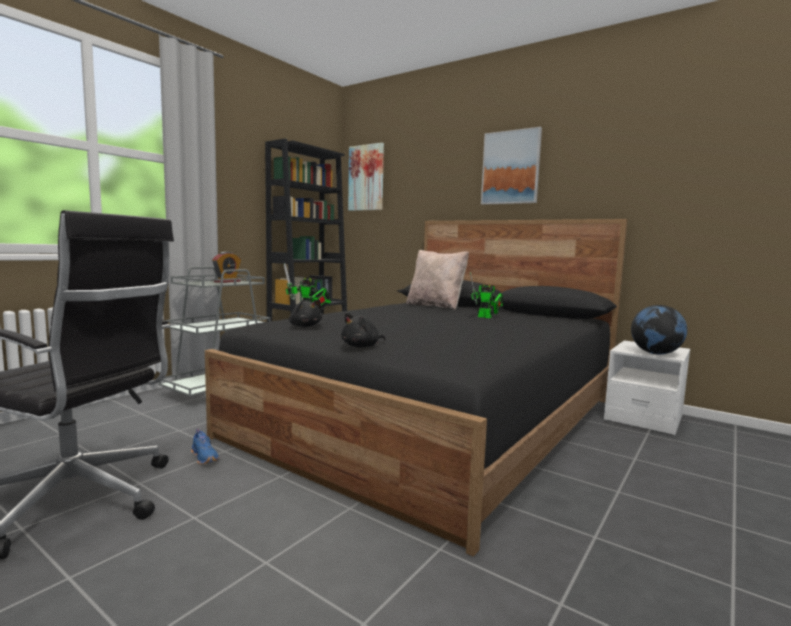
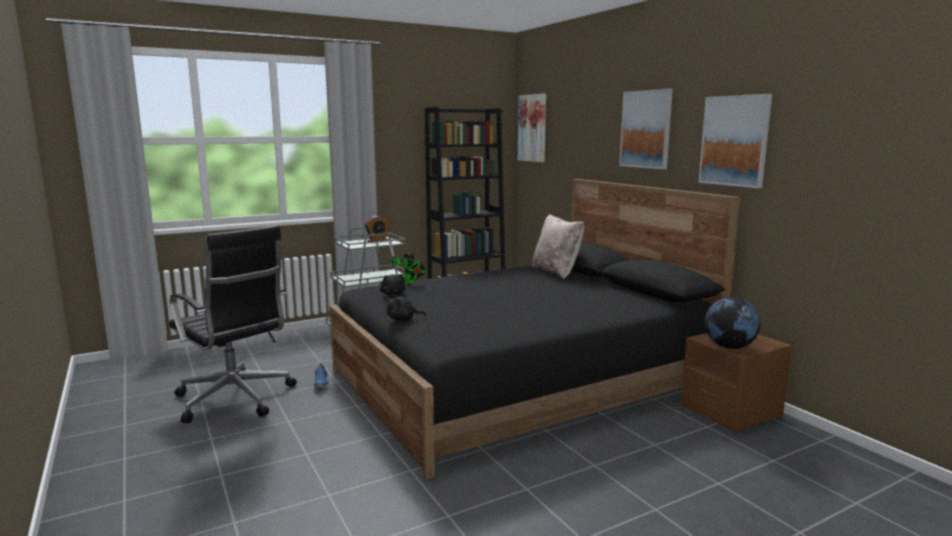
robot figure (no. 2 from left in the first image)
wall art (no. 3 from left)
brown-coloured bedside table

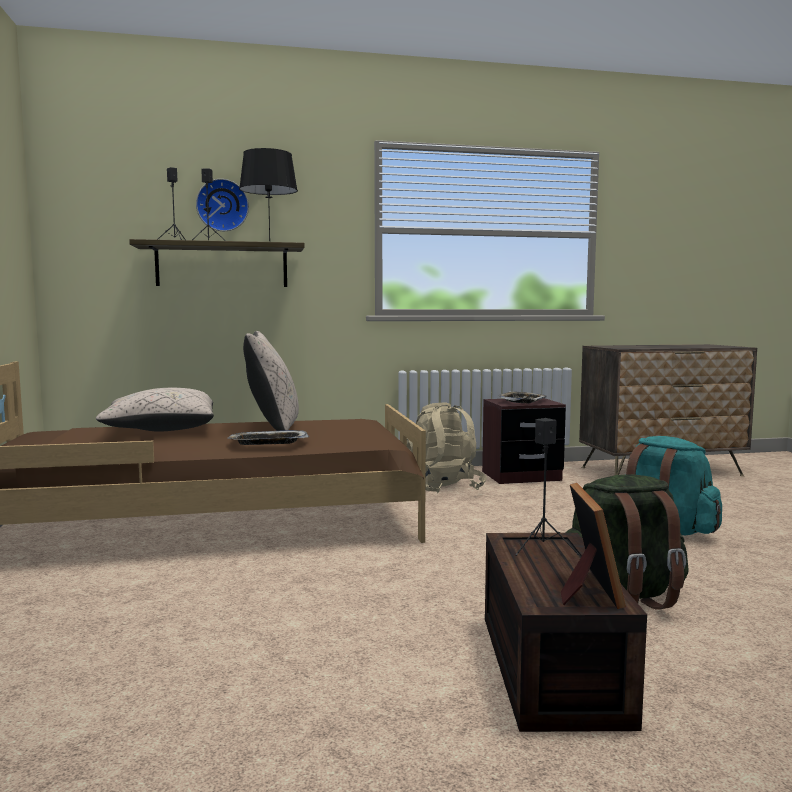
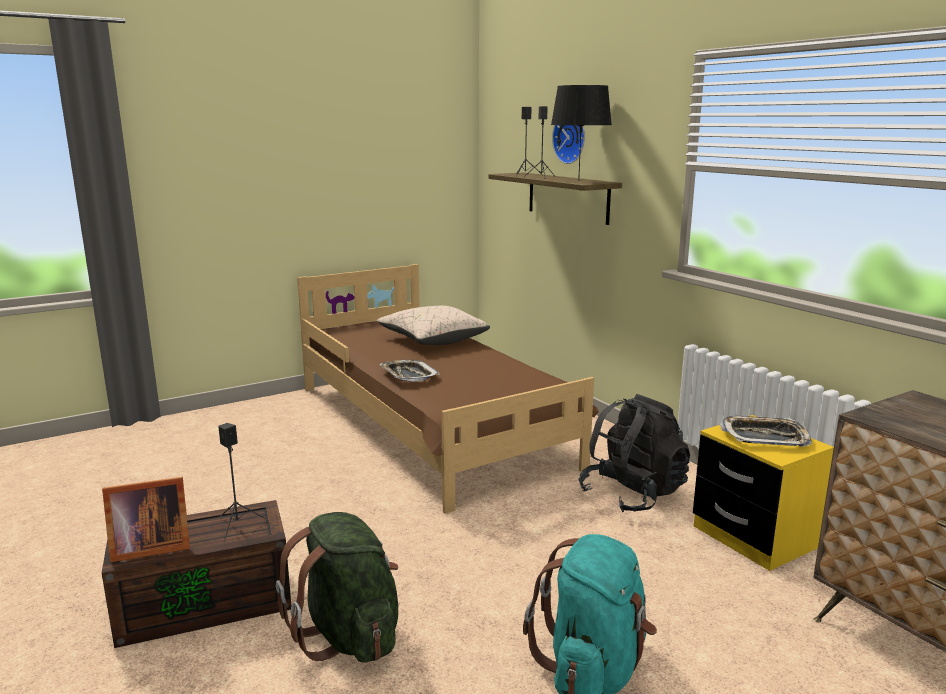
beige-coloured pillow (no. 2 from left in the first image)
black knapsack
yellow bedside table

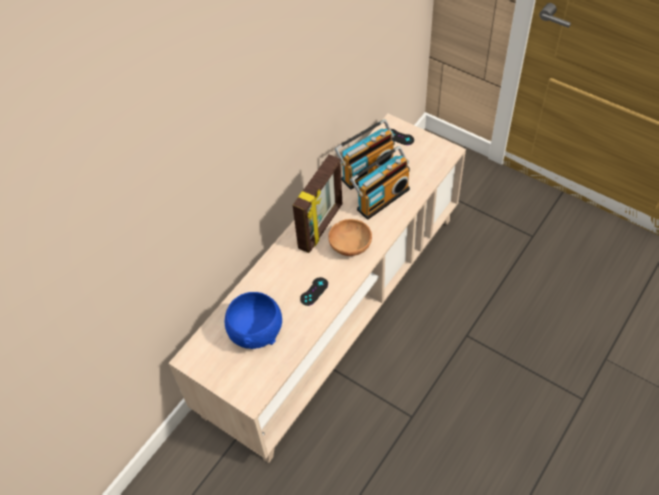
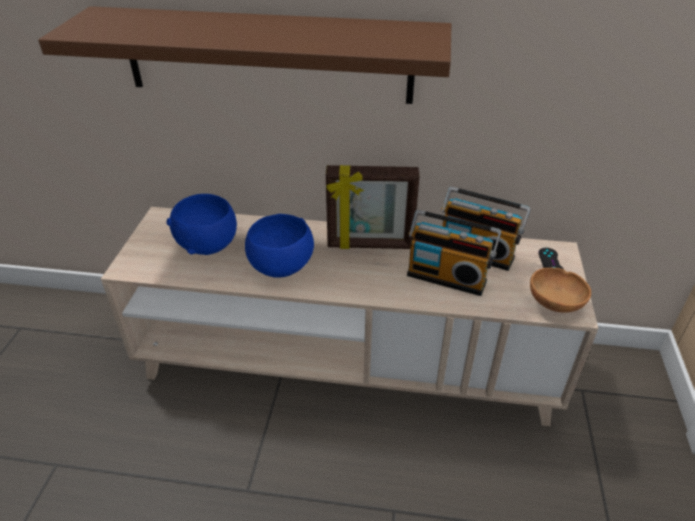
brown-coloured shelf
brown-coloured bowl
bluish bowl (no. 2 from left)

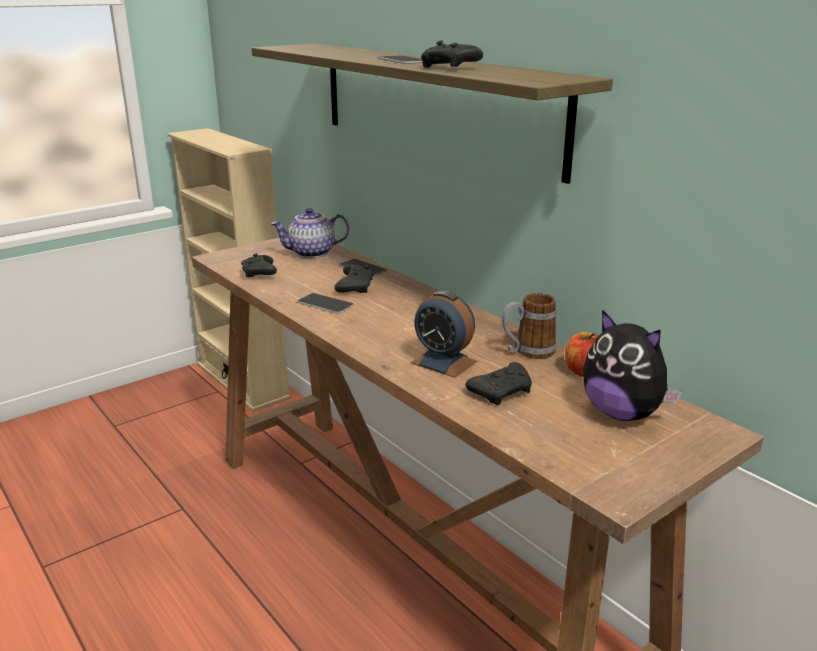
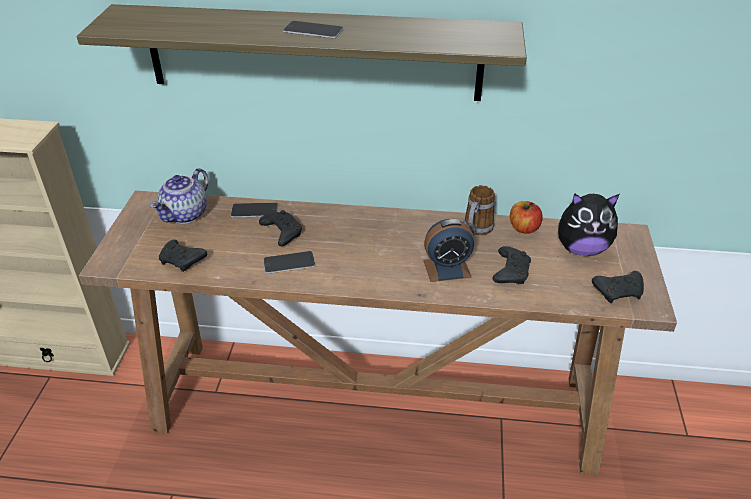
black gamepad (no. 4 from left)

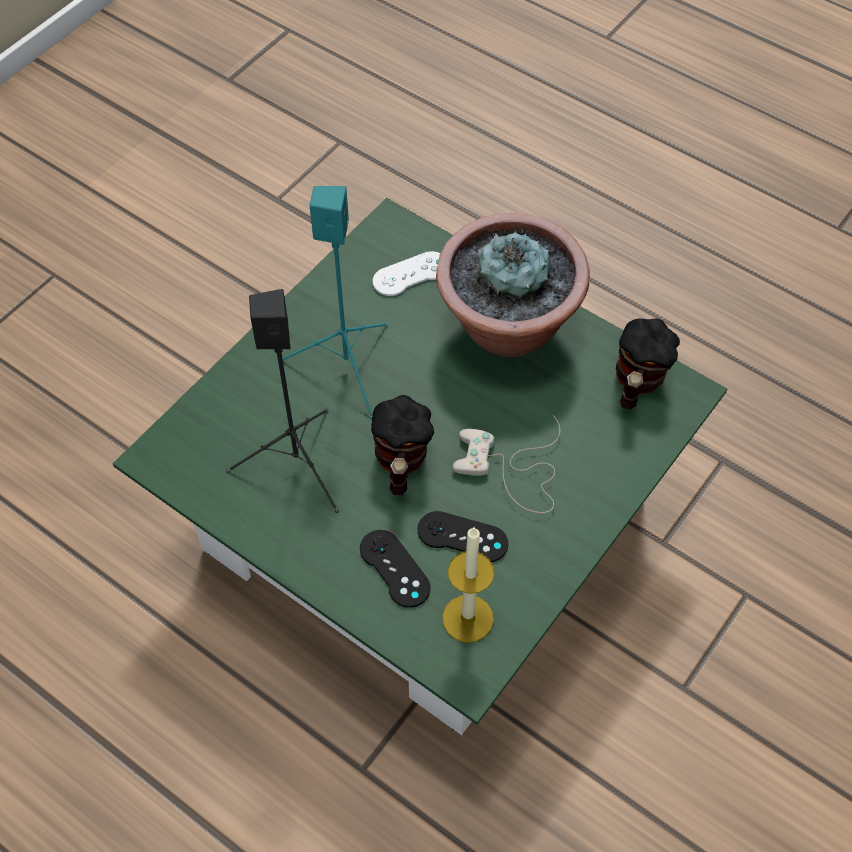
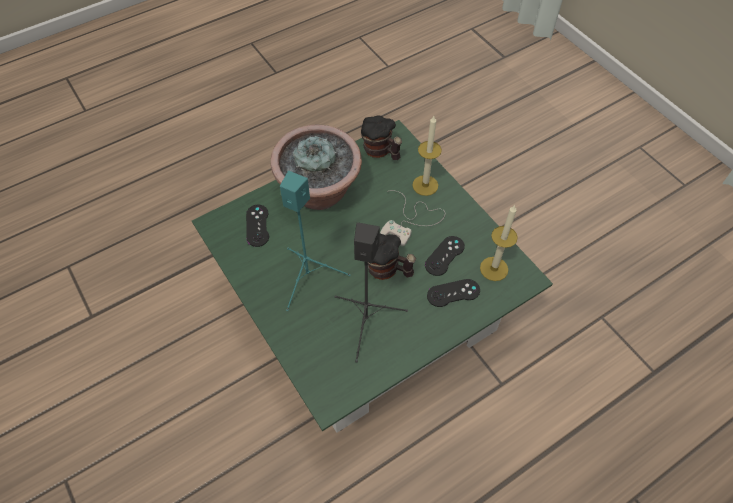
wax candle (no. 1 from left)
black gamepad (no. 1 from left)

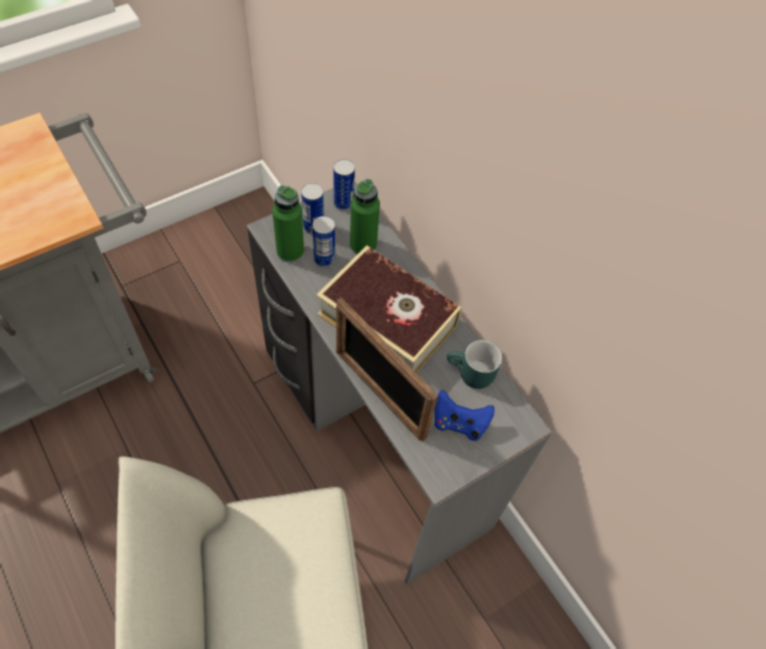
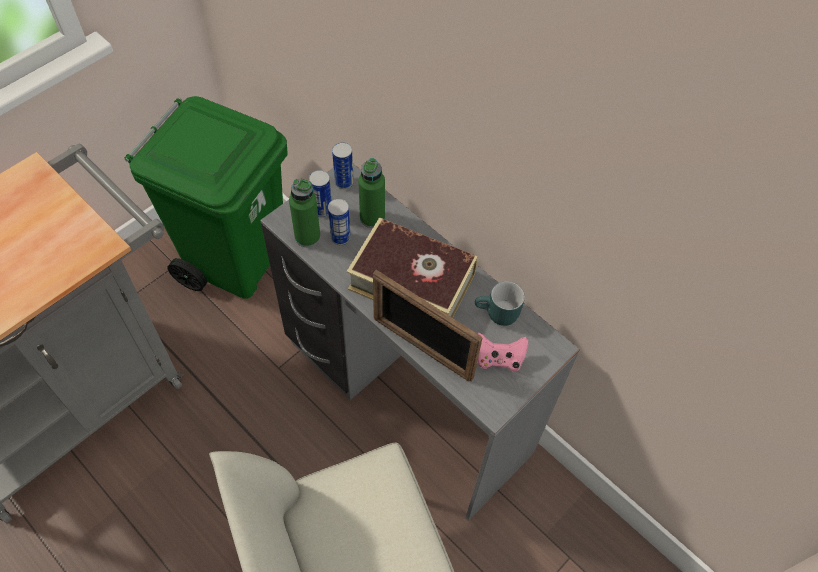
greenish trash can
pinkish gamepad

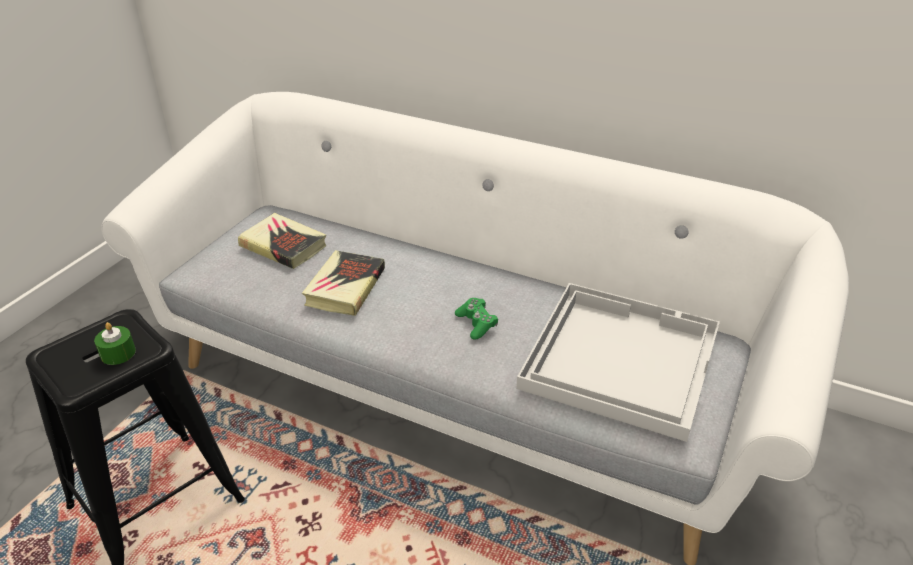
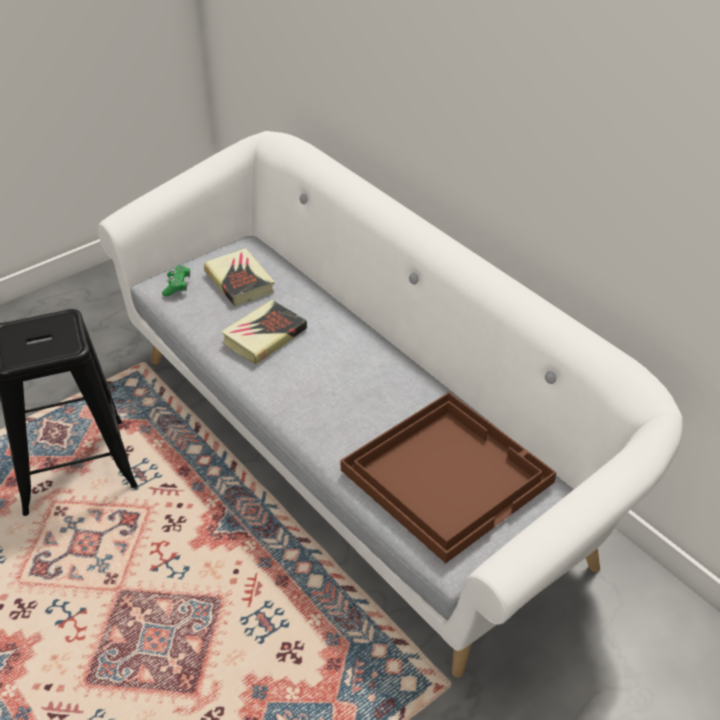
greenish wax candle
greenish gamepad
brown-coloured carrying tray

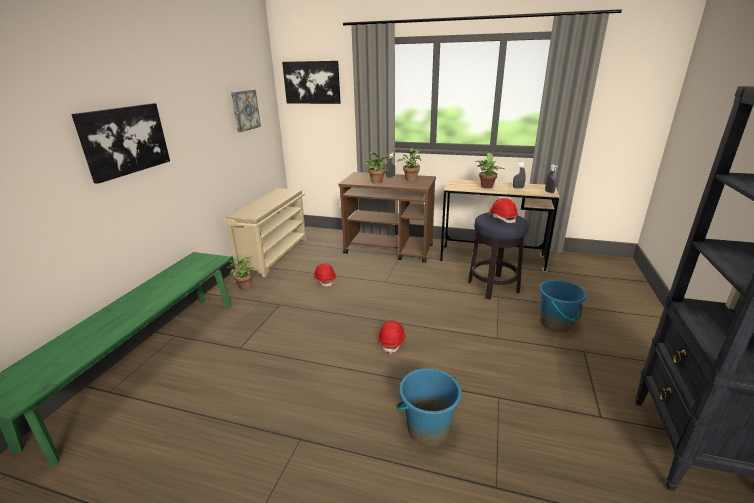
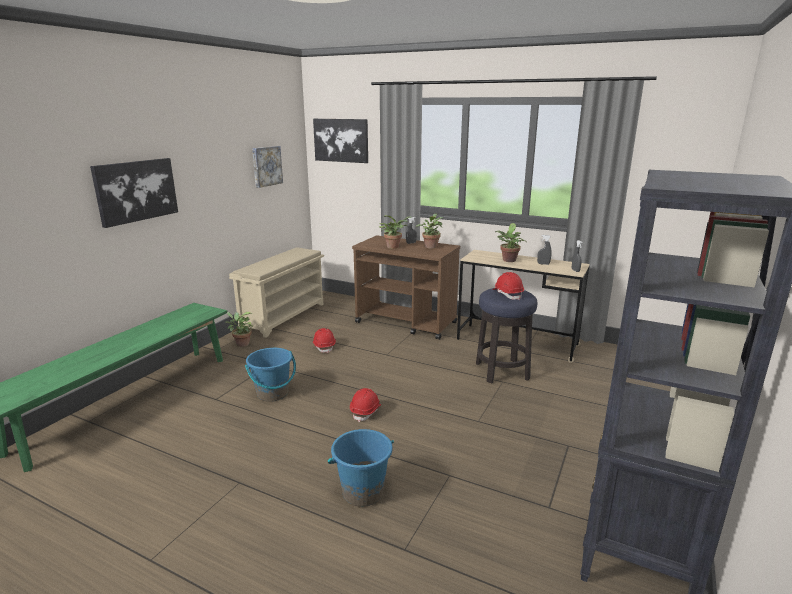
bluish bucket (no. 1 from left)

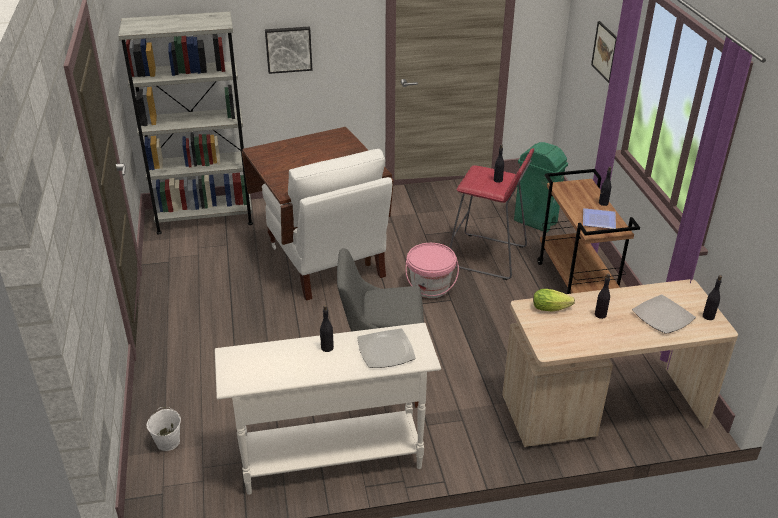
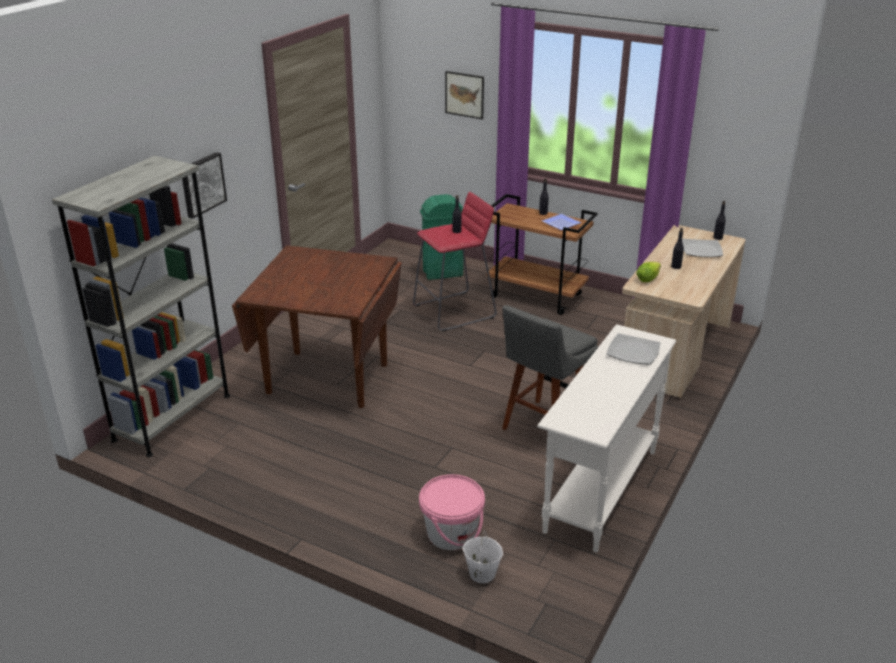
white-coloured plain chair
black bottle (no. 1 from left in the first image)
pinkish bucket

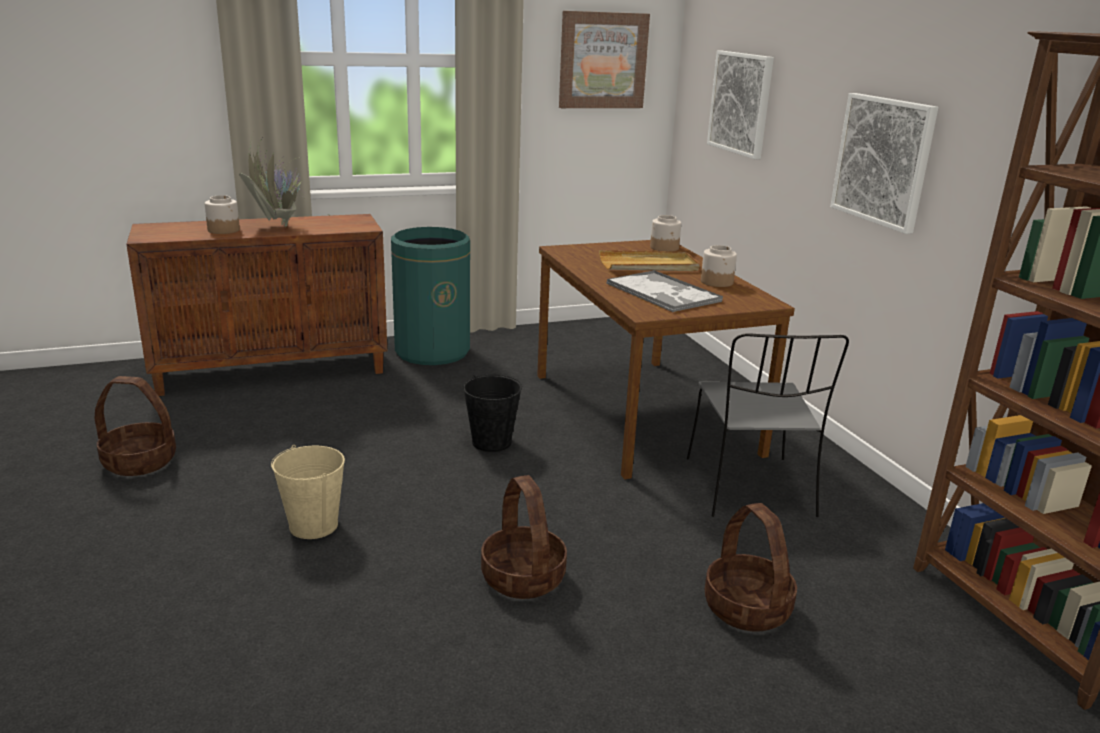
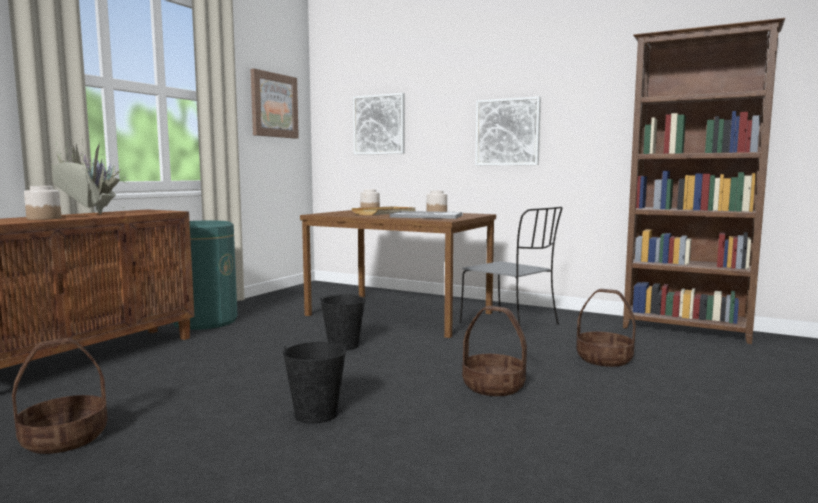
black bucket (no. 1 from left)

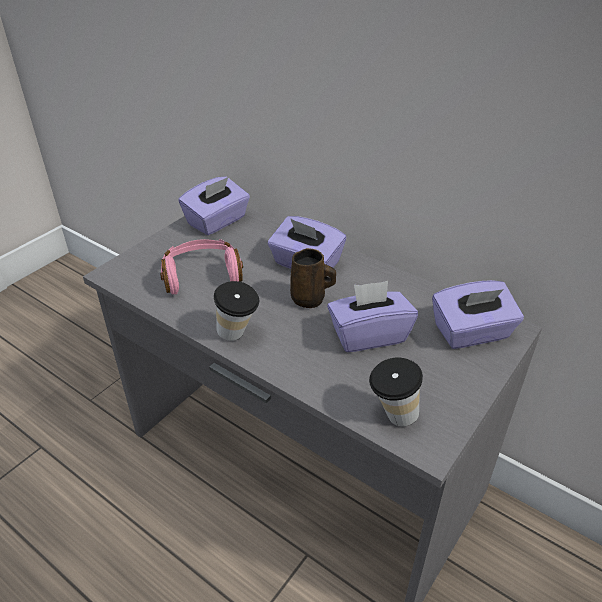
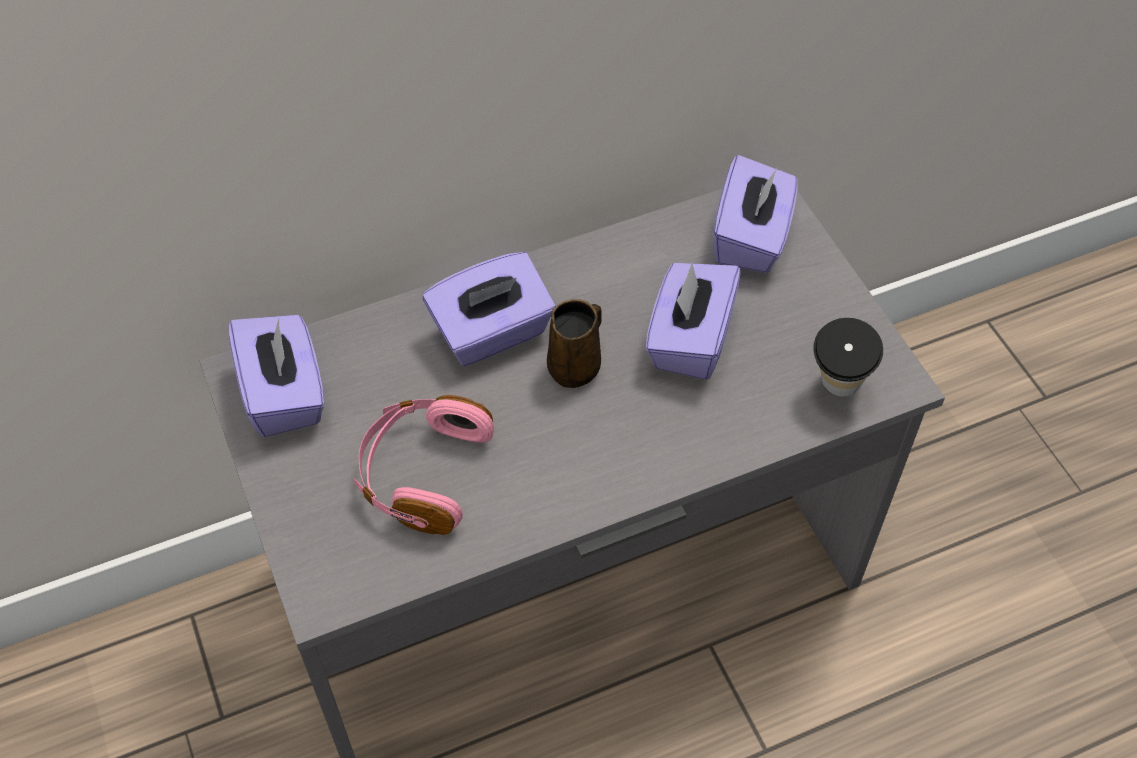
cup (no. 1 from left in the first image)

